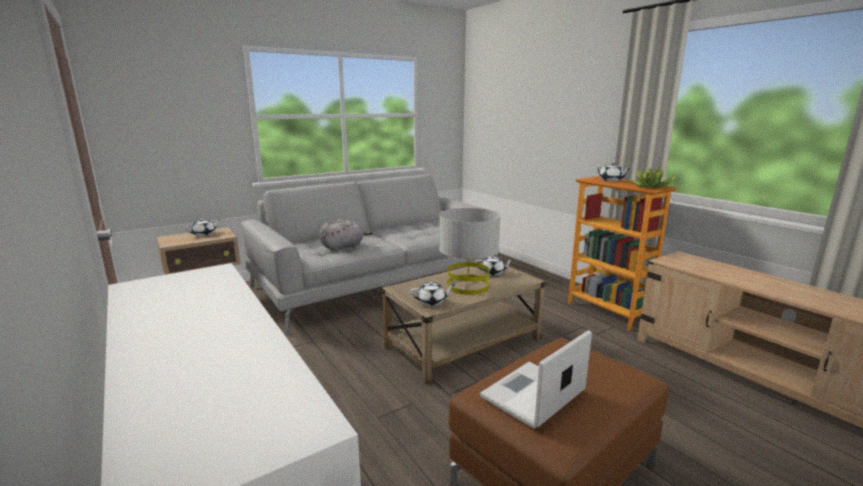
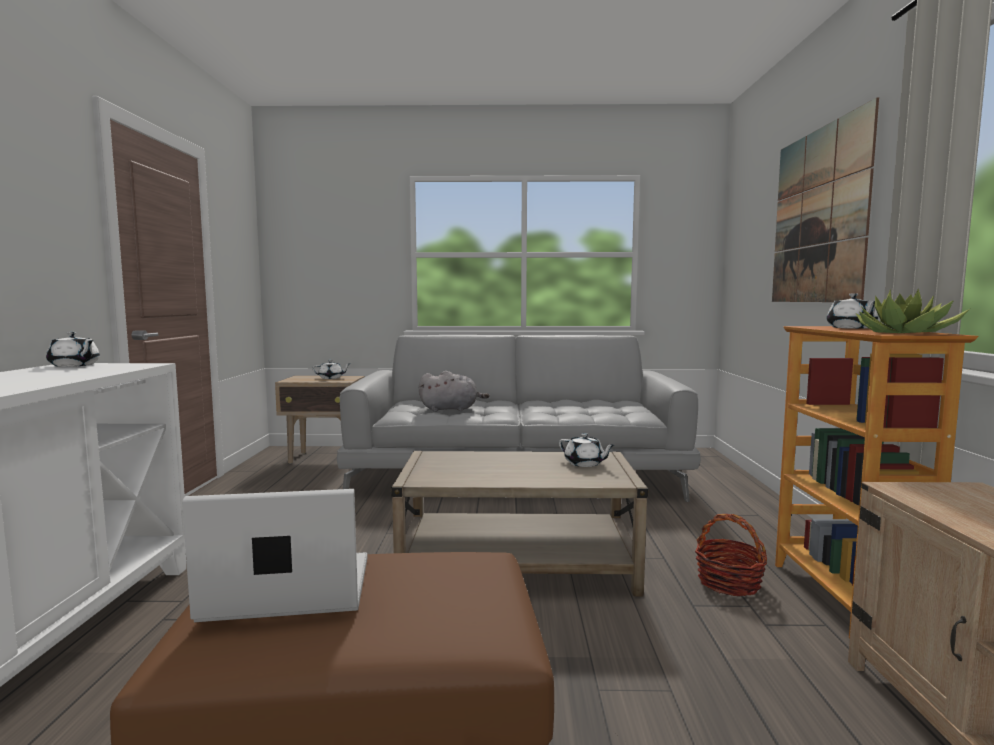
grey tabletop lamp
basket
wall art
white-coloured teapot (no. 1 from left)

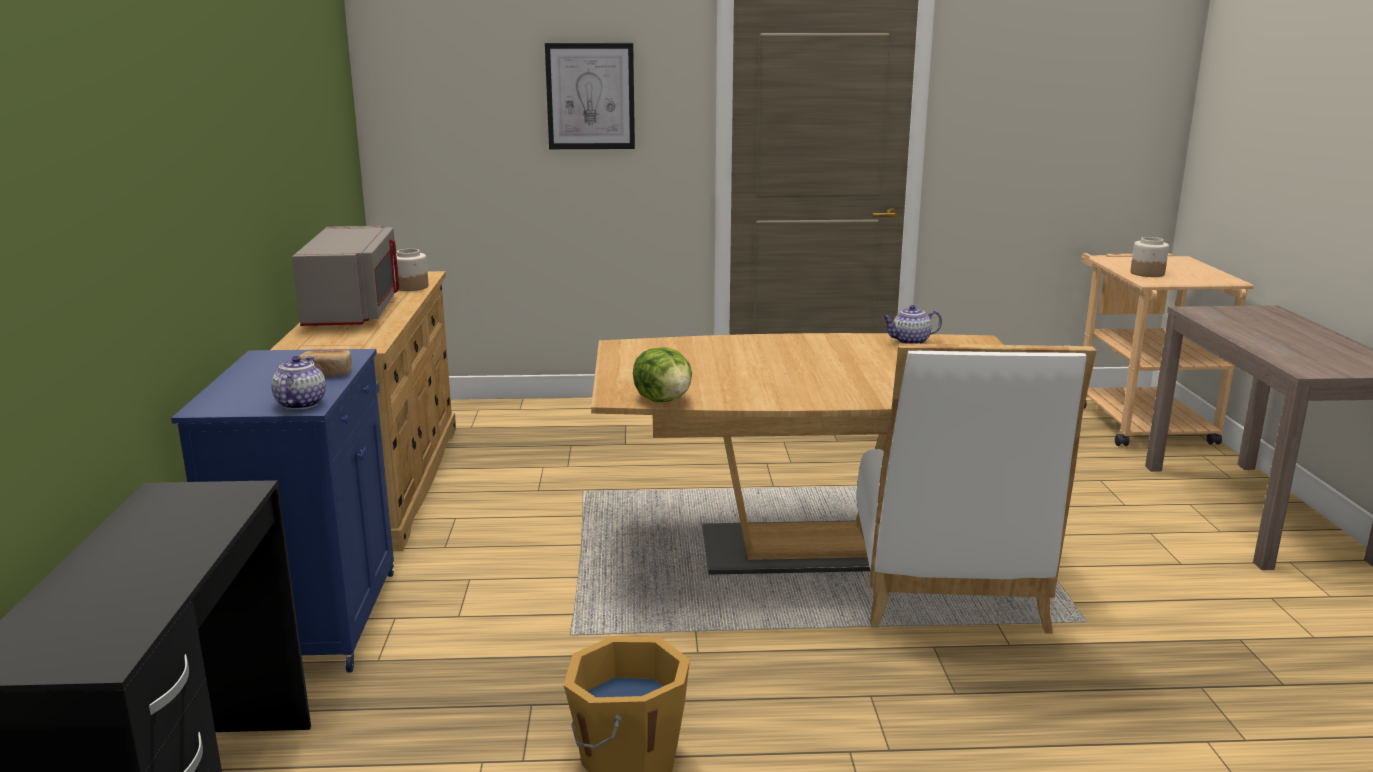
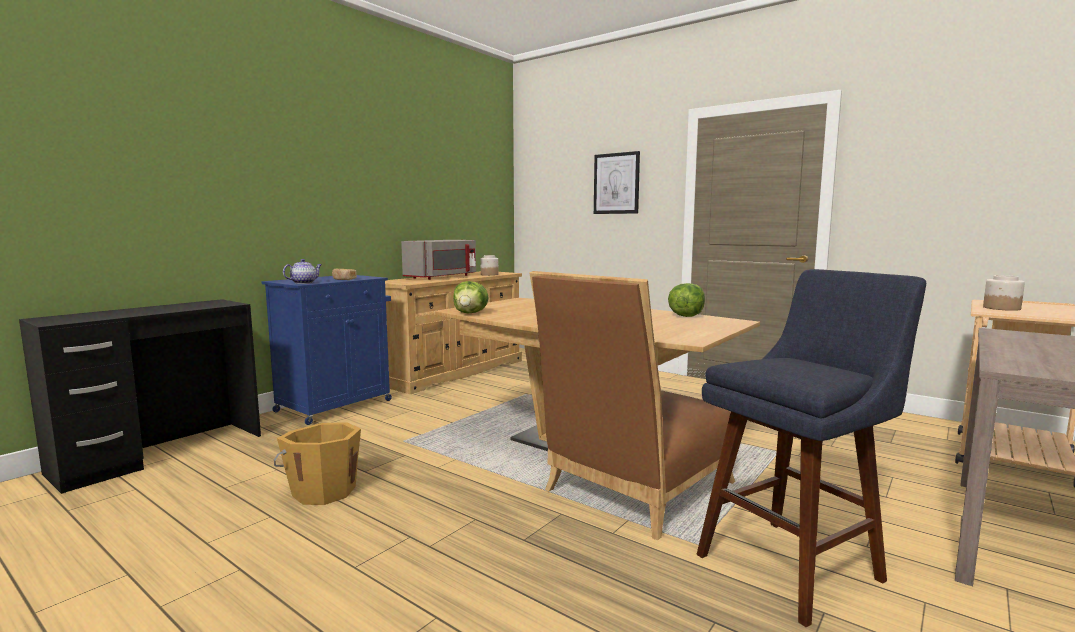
bluish stool seat
head of lettuce (no. 2 from left)
brown-coloured plain chair

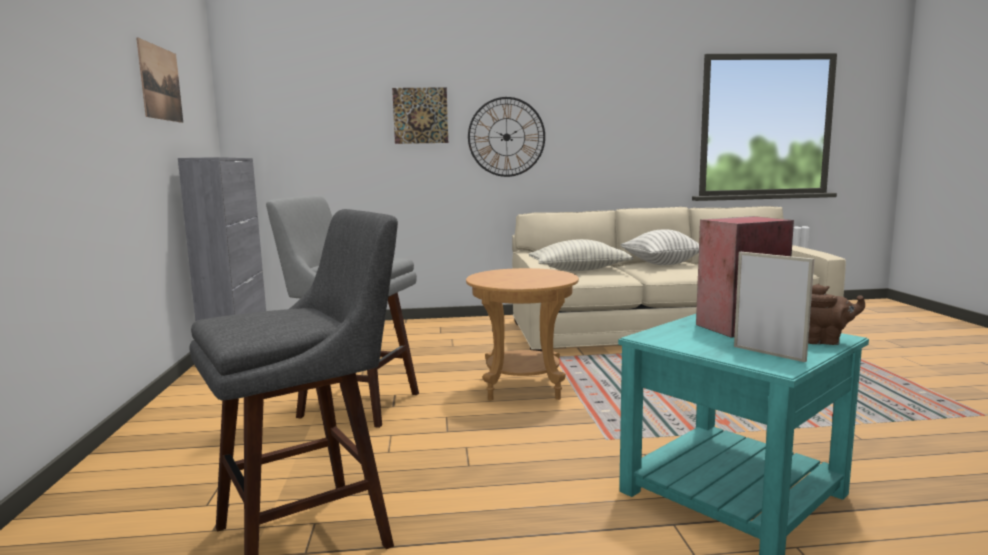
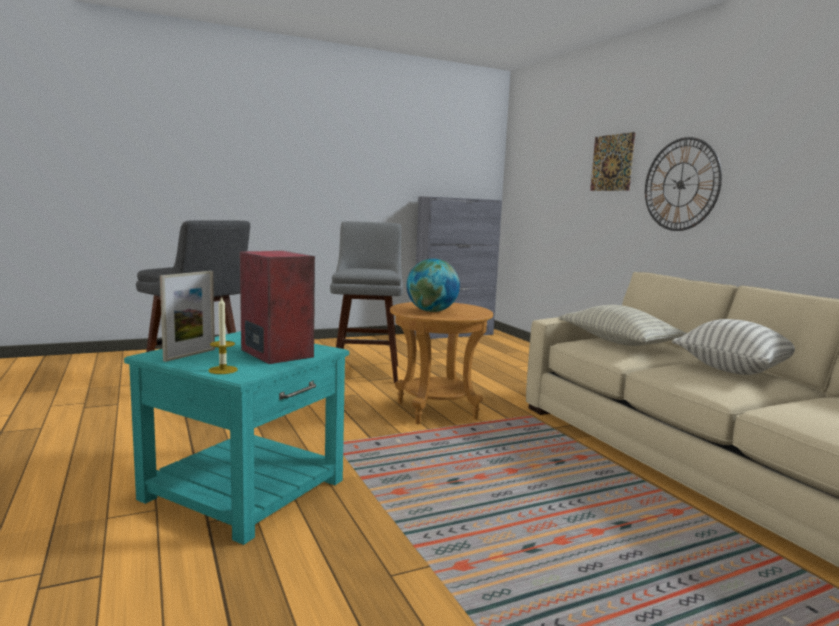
wall art (no. 1 from left in the first image)
world globe
wax candle

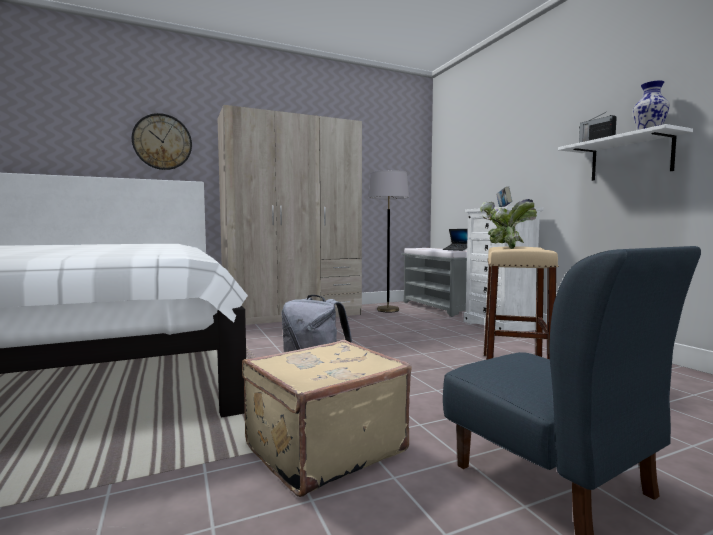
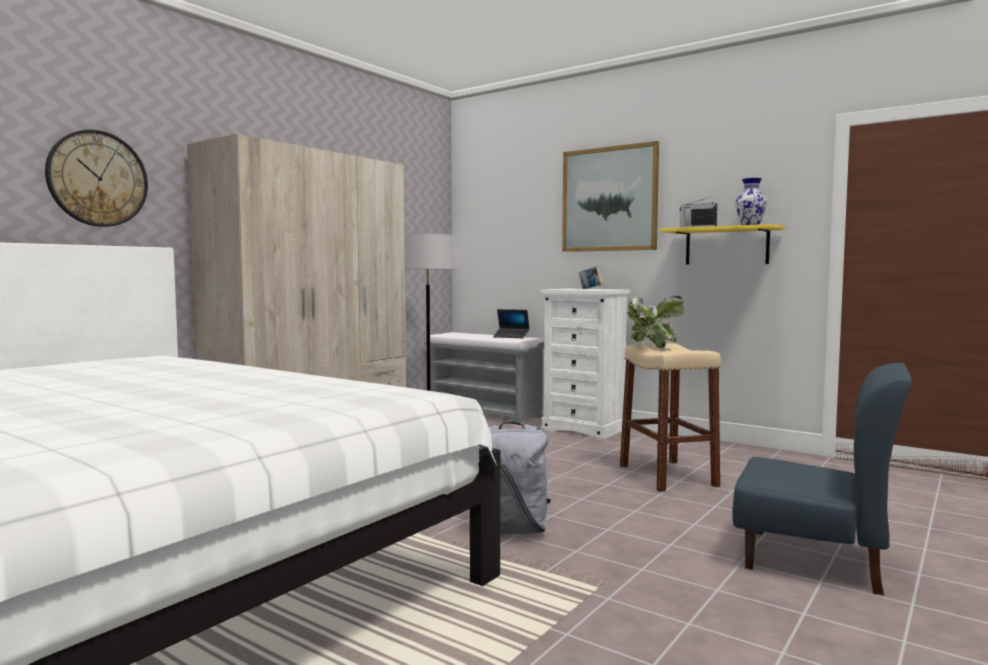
beige-coloured piece of luggage
wall art
yellow shelf

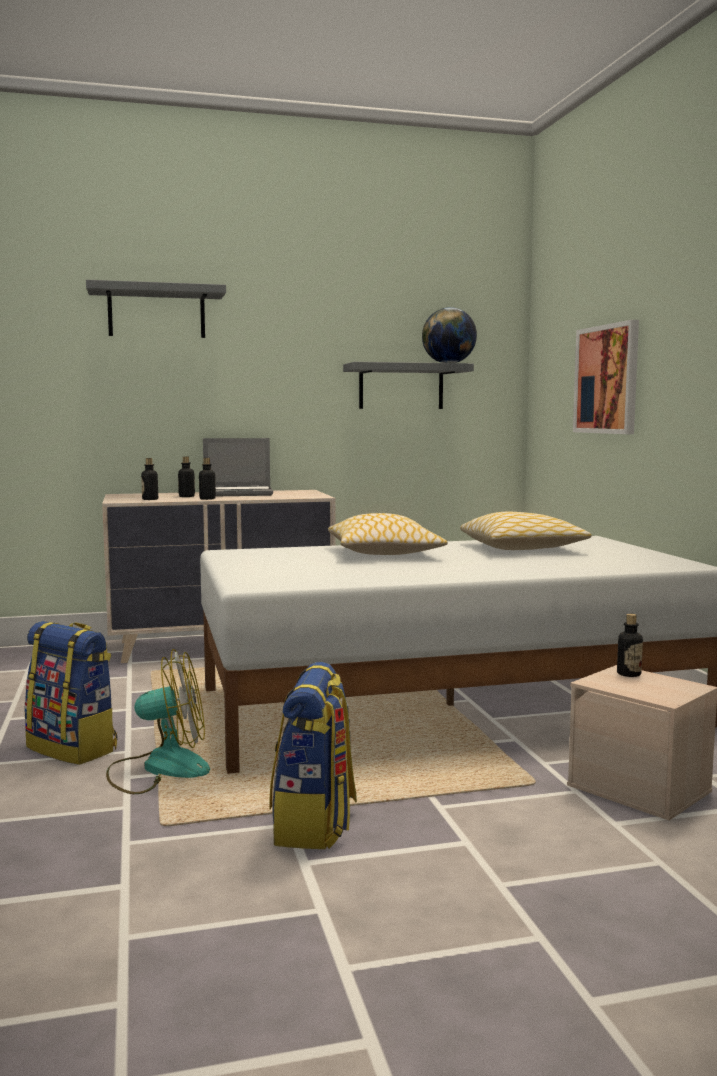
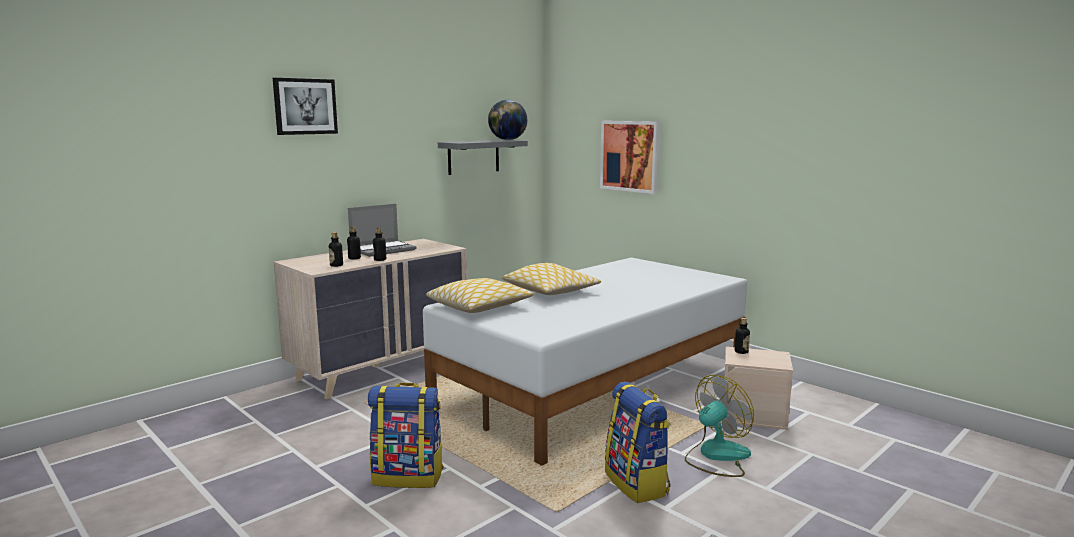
electric fan
pillow (no. 1 from left)
wall art (no. 1 from left)

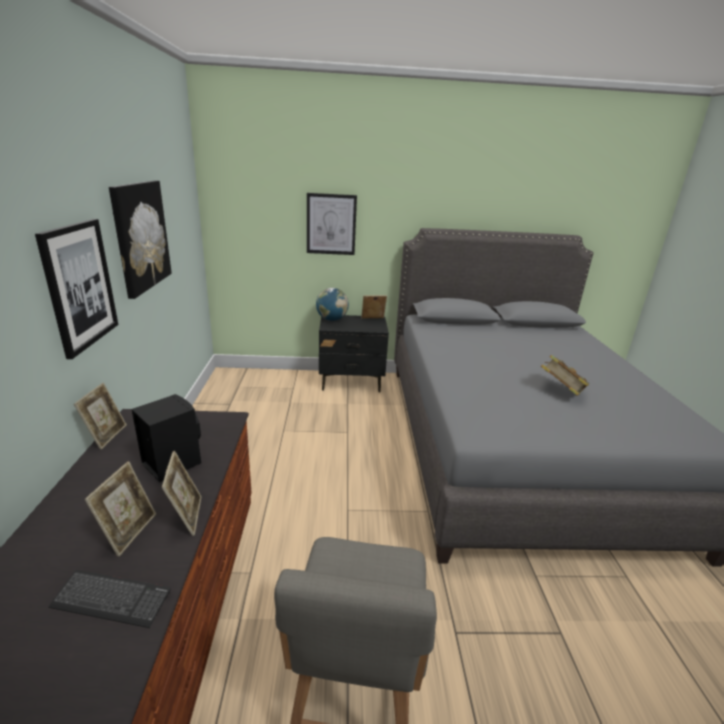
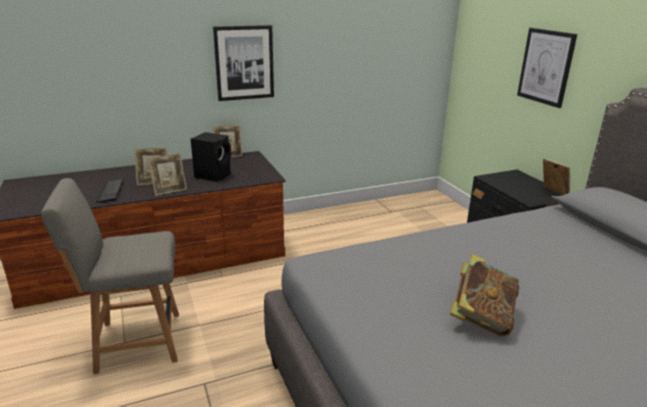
wall art (no. 2 from left in the first image)
world globe

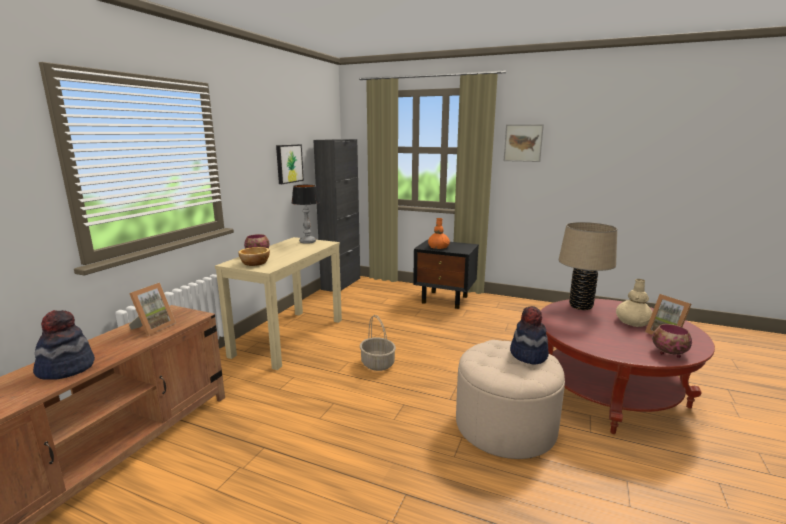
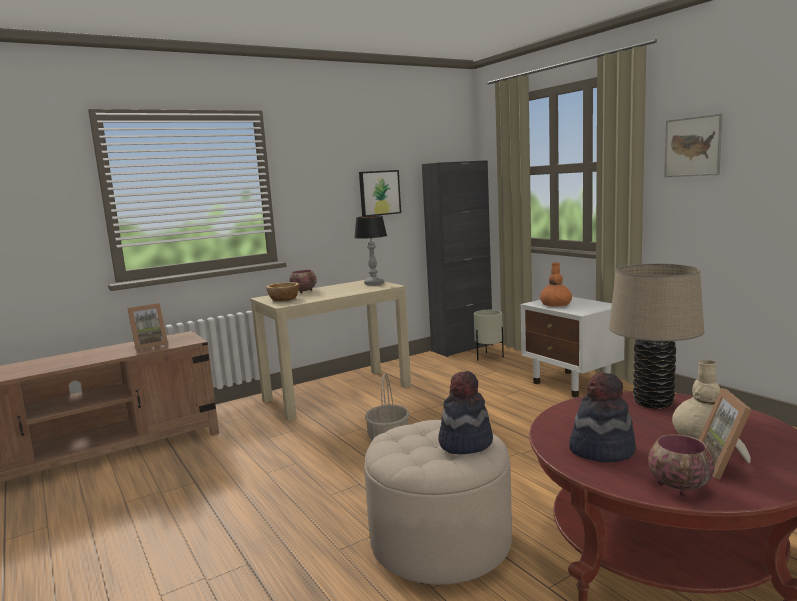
beige-coloured plant pot
hat (no. 2 from left)
white-coloured bedside table

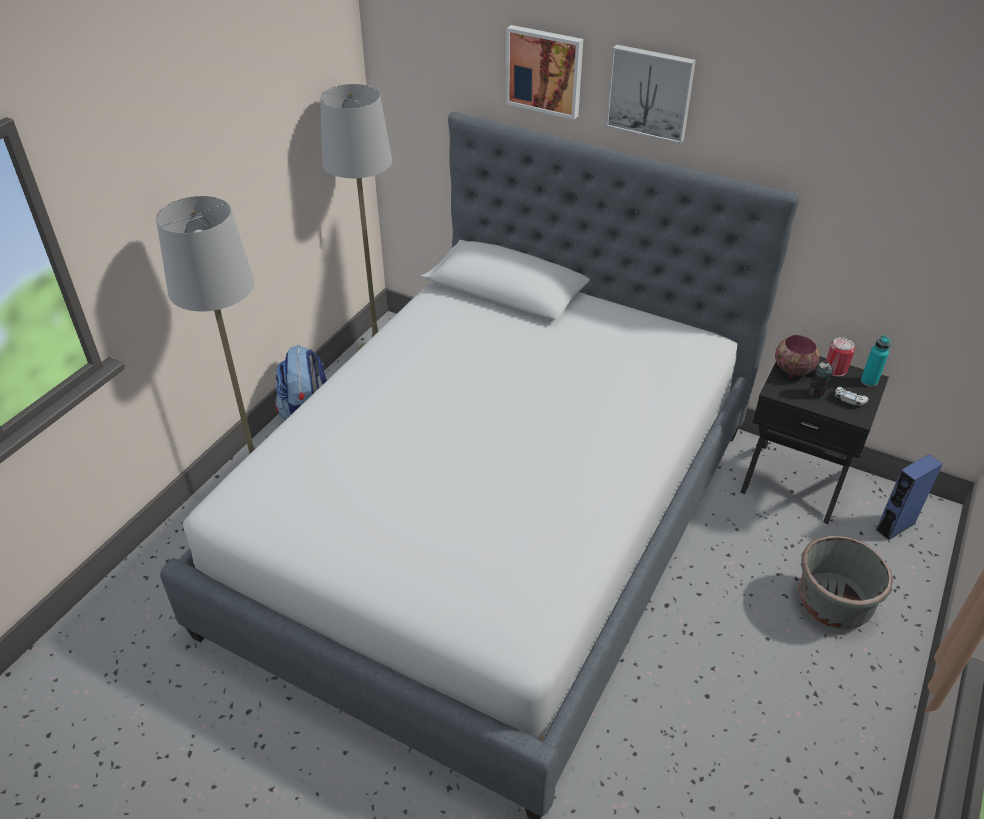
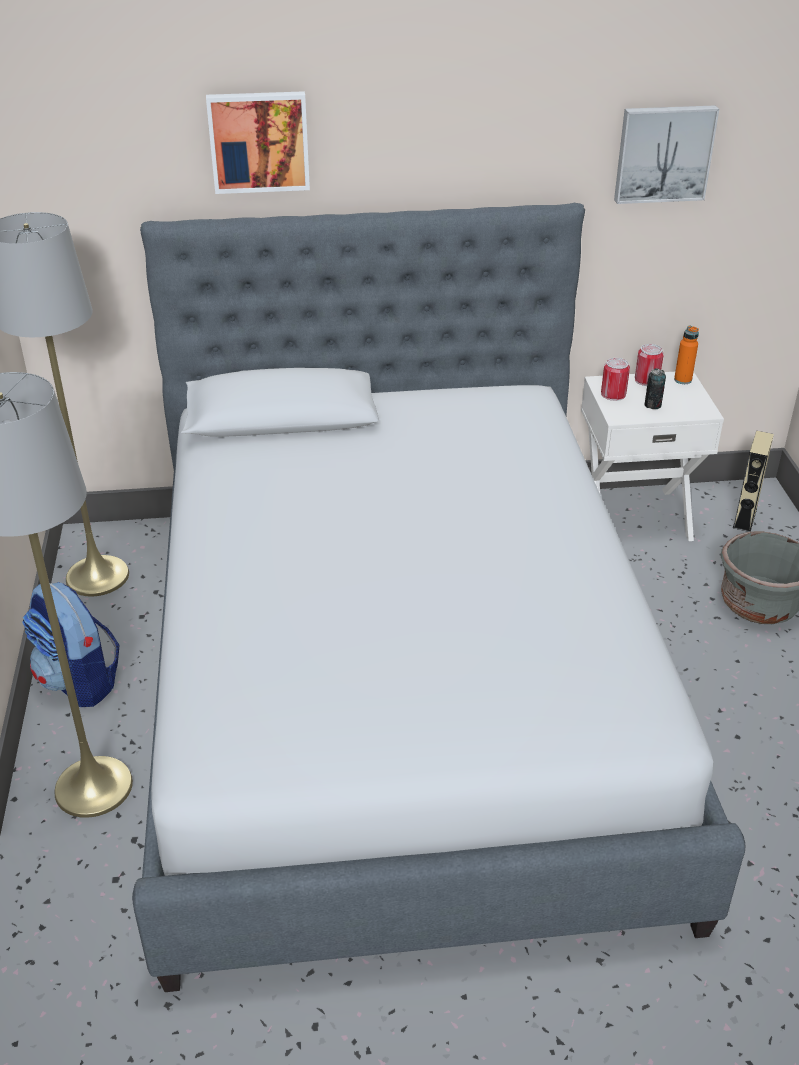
white-coloured gamepad
wall art (no. 2 from left)
can (no. 1 from left)
white-coloured bedside table
orange-coloured bottle
beige-coloured loudspeaker

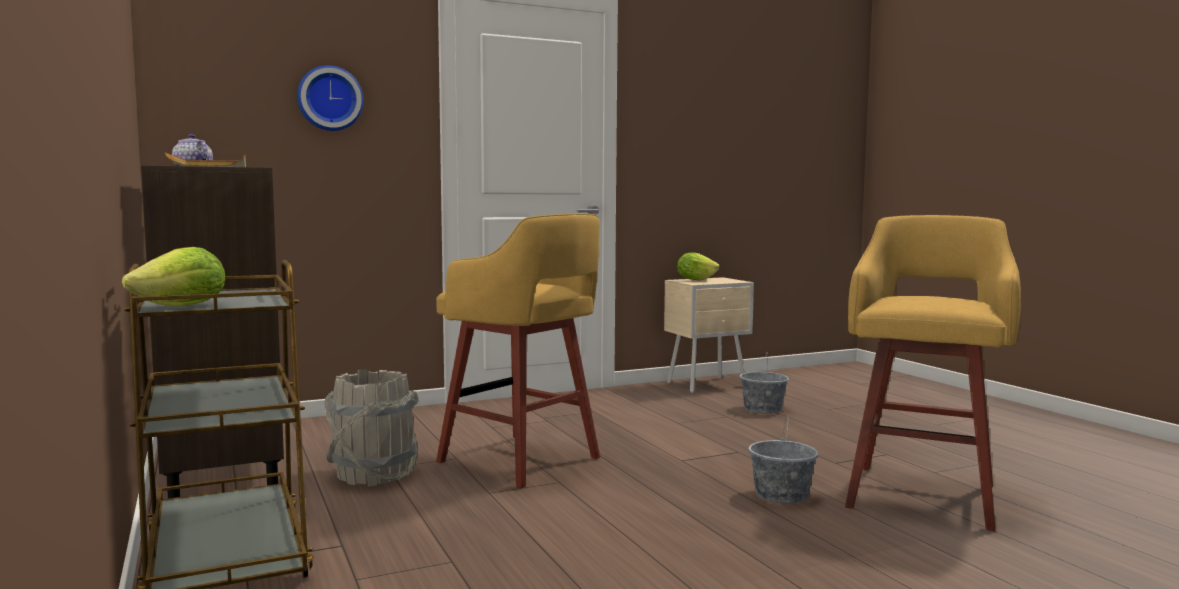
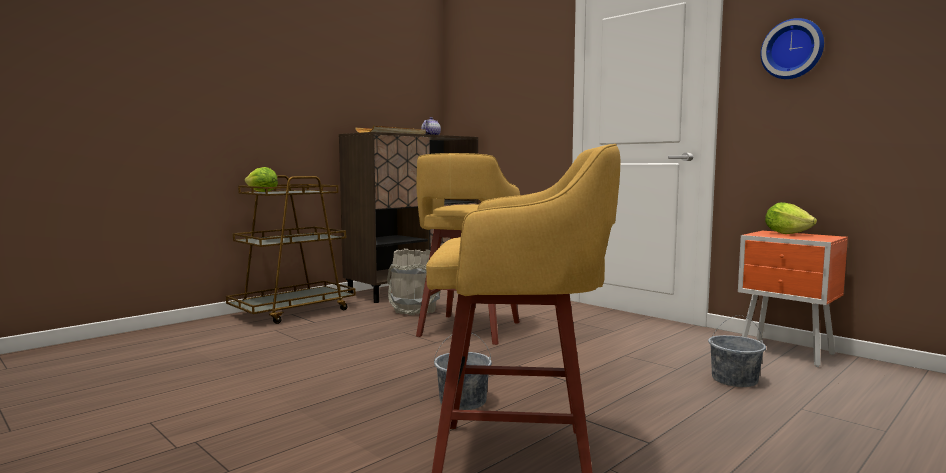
wall clock
orange-coloured bedside table

